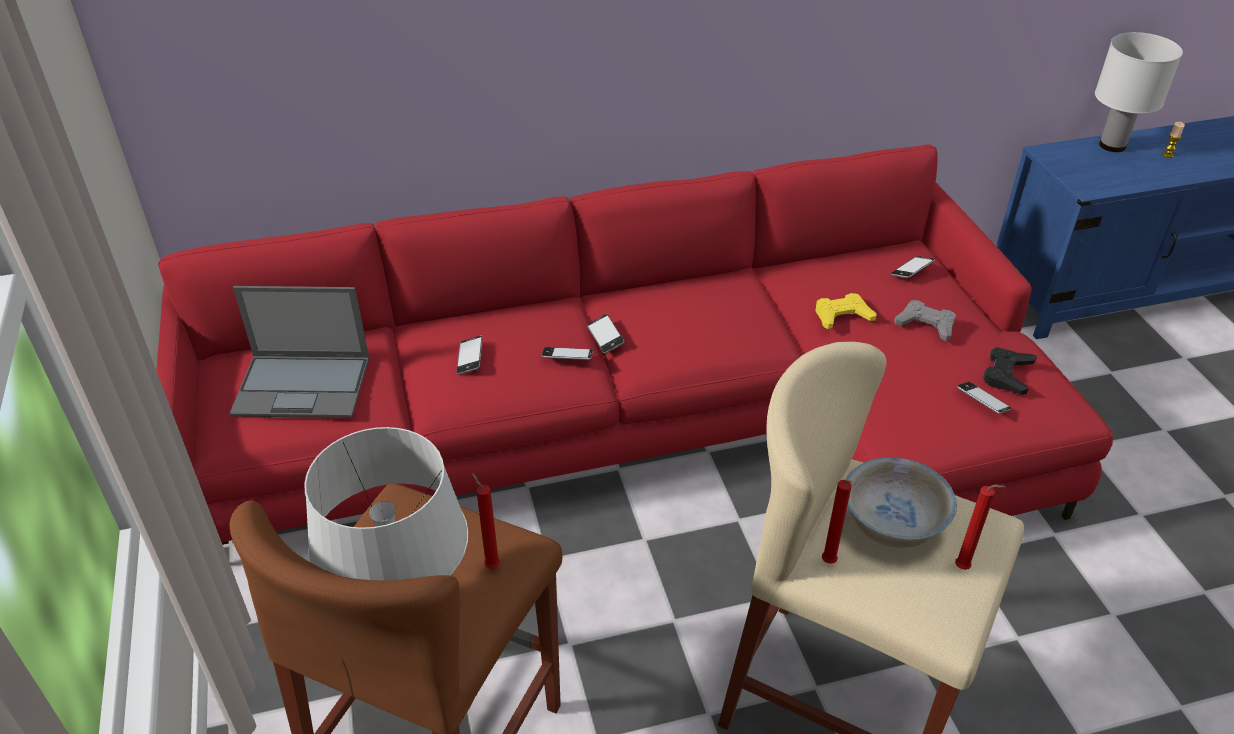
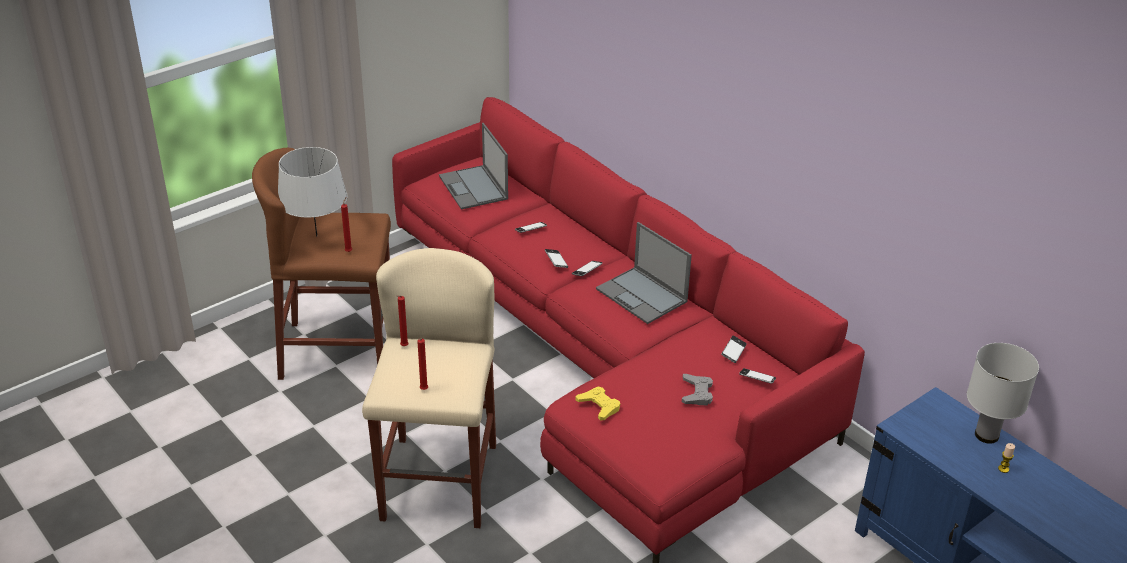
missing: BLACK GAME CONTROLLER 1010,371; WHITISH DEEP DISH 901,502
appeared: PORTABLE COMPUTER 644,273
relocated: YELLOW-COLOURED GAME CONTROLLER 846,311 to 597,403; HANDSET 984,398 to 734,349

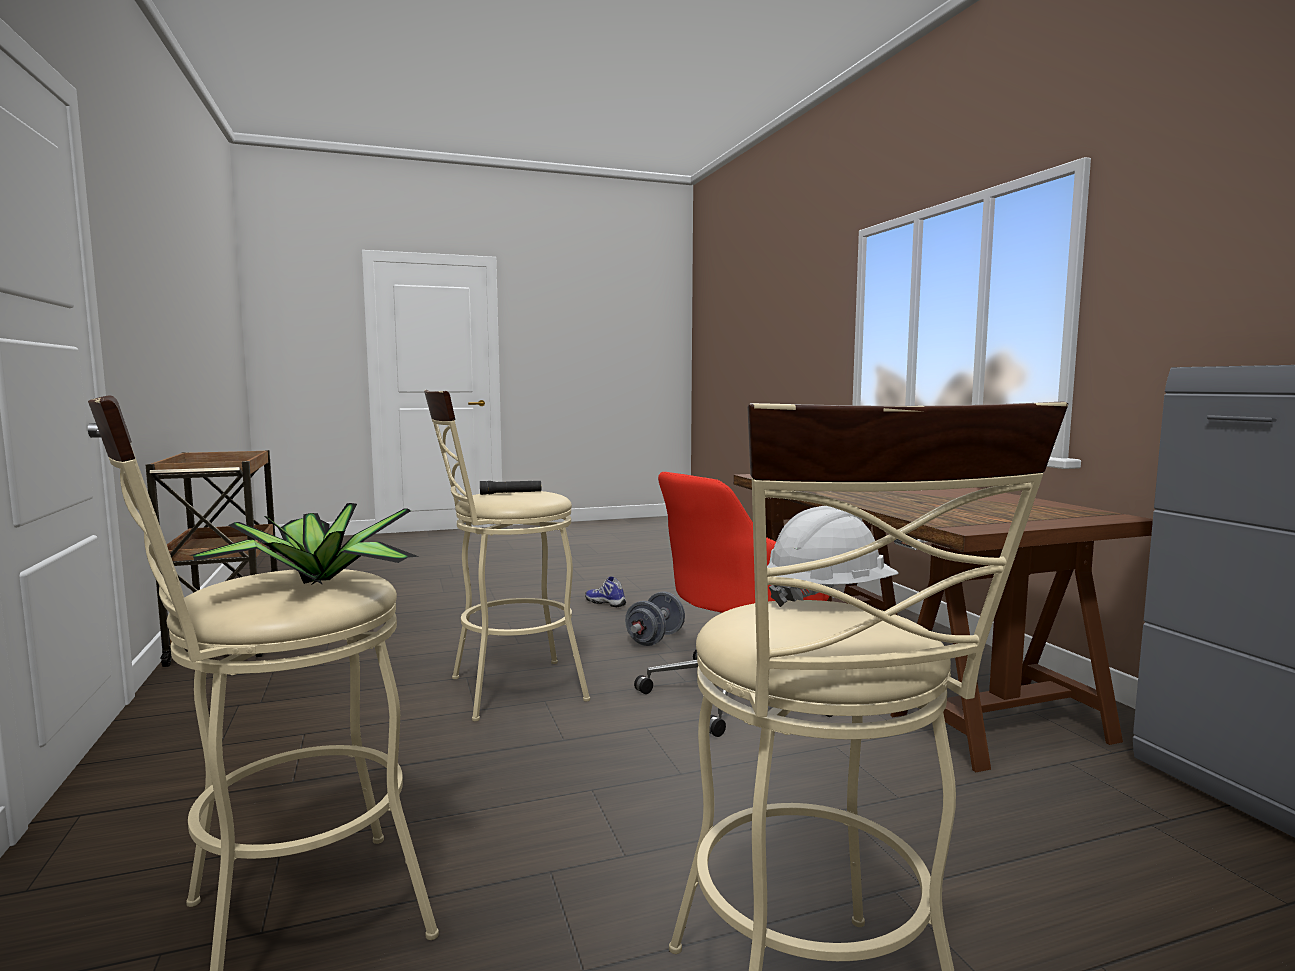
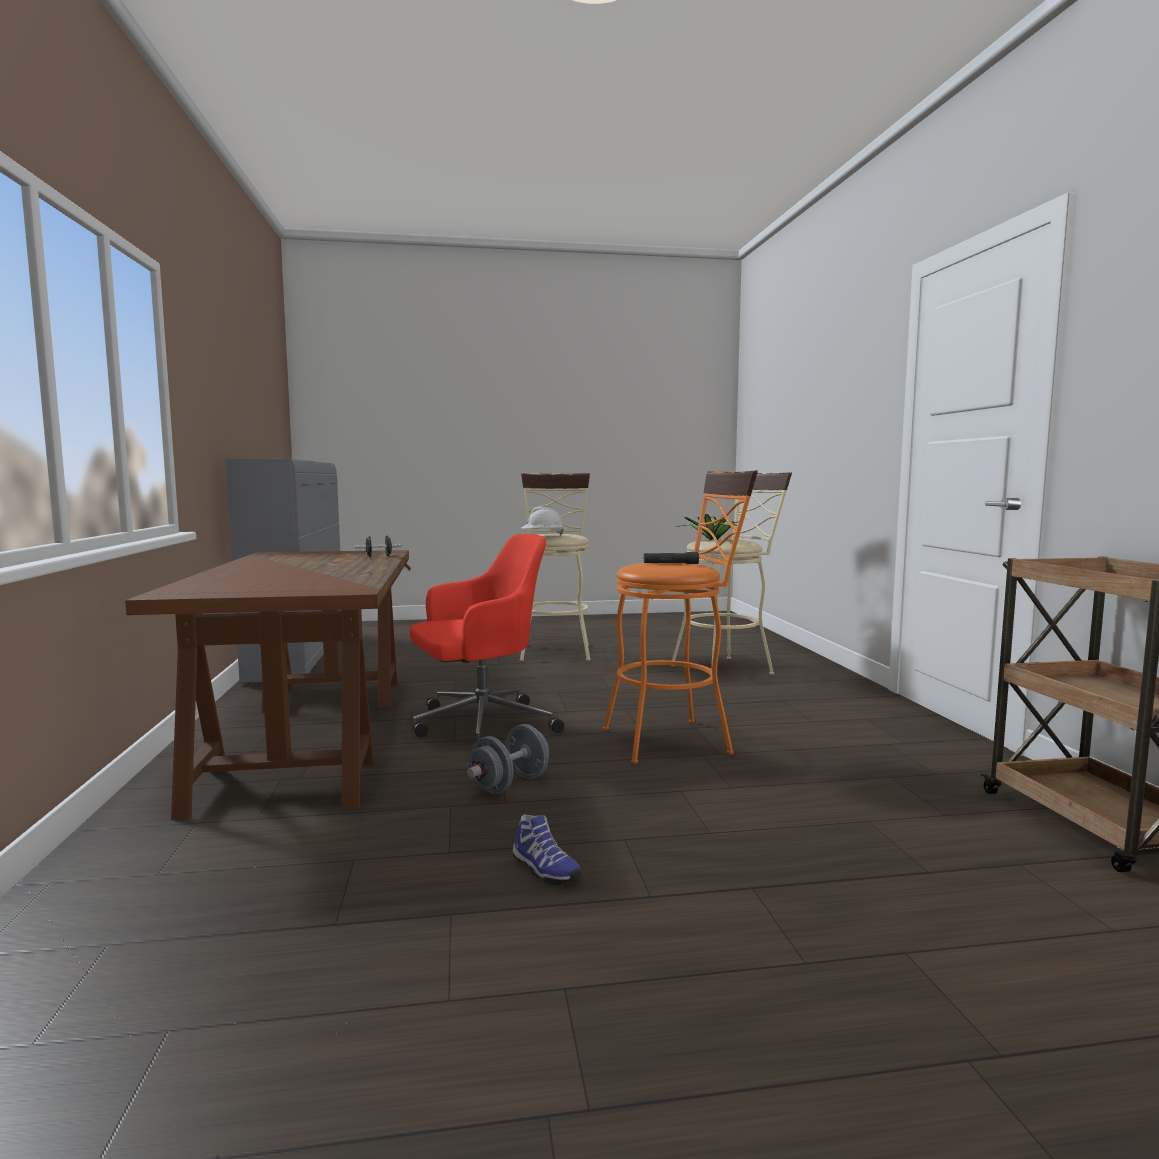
appeared: BLACK HAND WEIGHT 378,546
colour: BEIGE-COLOURED STOOL 507,555 to ORANGE-COLOURED STOOL 680,617

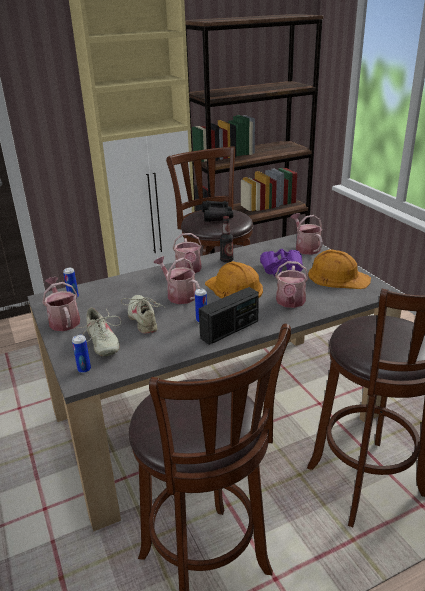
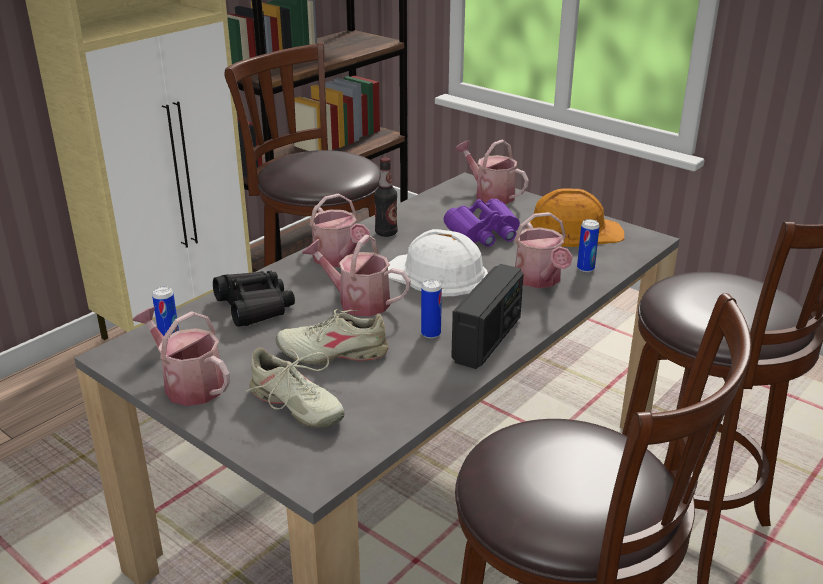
relocated: BLACK FIELD GLASSES 217,211 to 254,299; SEALED CAN 81,354 to 588,245
colour: ORANGE-COLOURED SAFETY HELMET 234,280 to WHITISH SAFETY HELMET 438,262
spun: BEIGE-COLOURED LOW SHOE 143,314 = 332,337 45 degrees counterclockwise

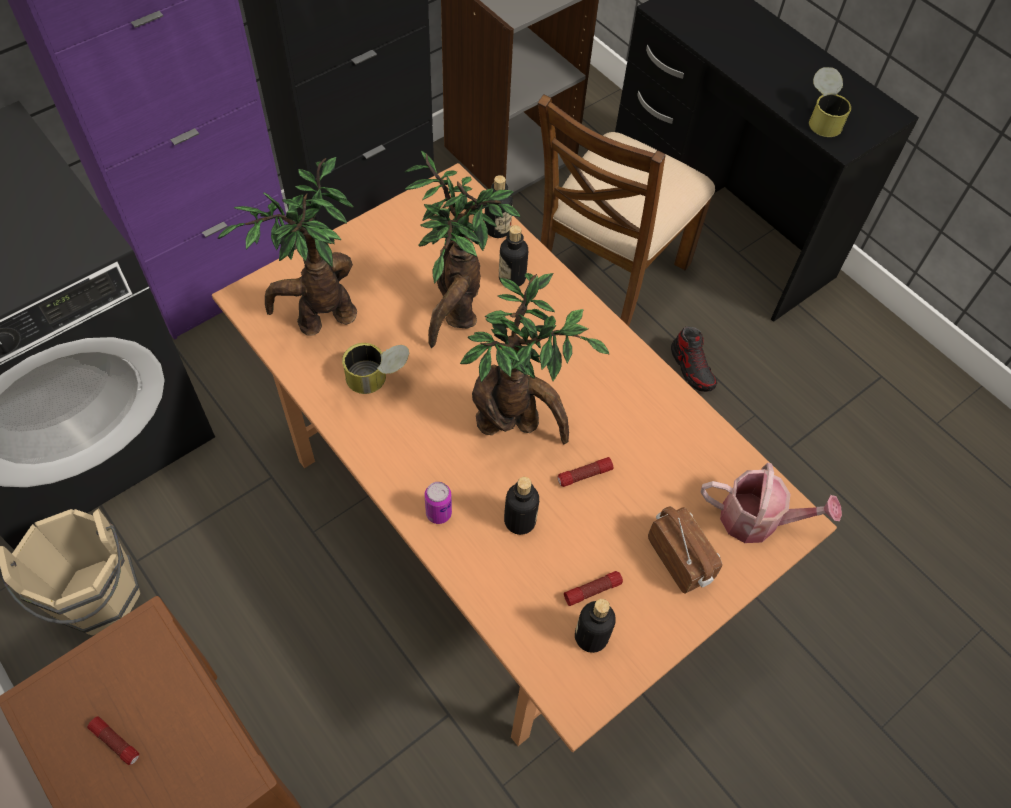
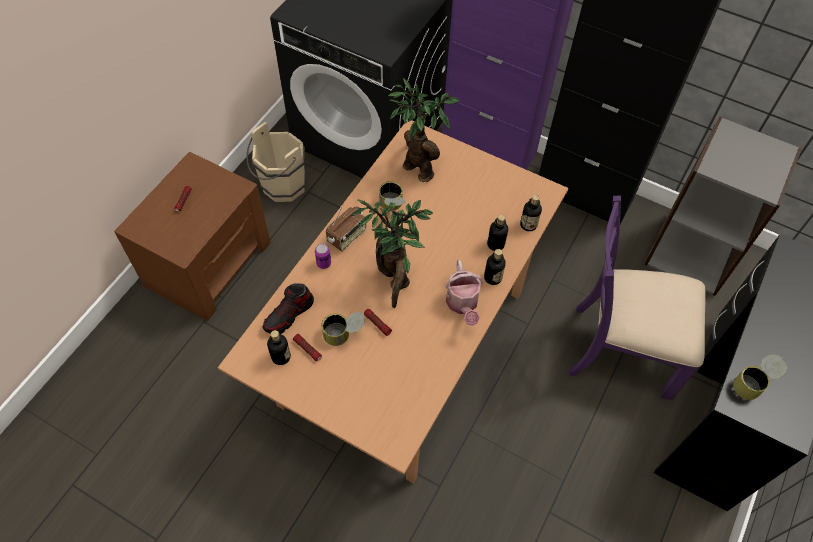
missing: POTTED PLANT 462,249
appeared: SEALED CAN 343,329
relocated: LOW SHOE 694,359 to 288,308; WATERING CAN 771,503 to 464,293; DRINK BOTTLE 521,506 to 495,267; RADIO 685,550 to 346,226
colour: BROWN UPRIGHT CHAIR 626,210 to PURPLISH UPRIGHT CHAIR 637,298

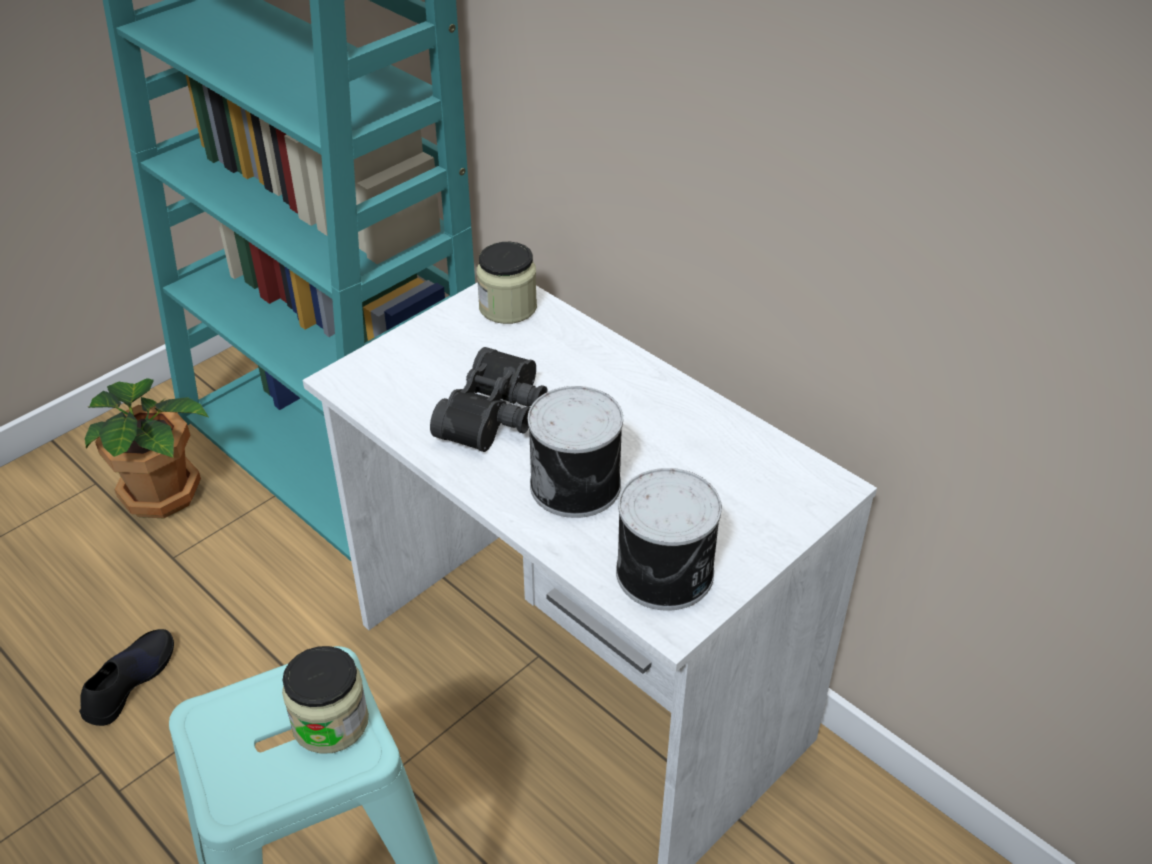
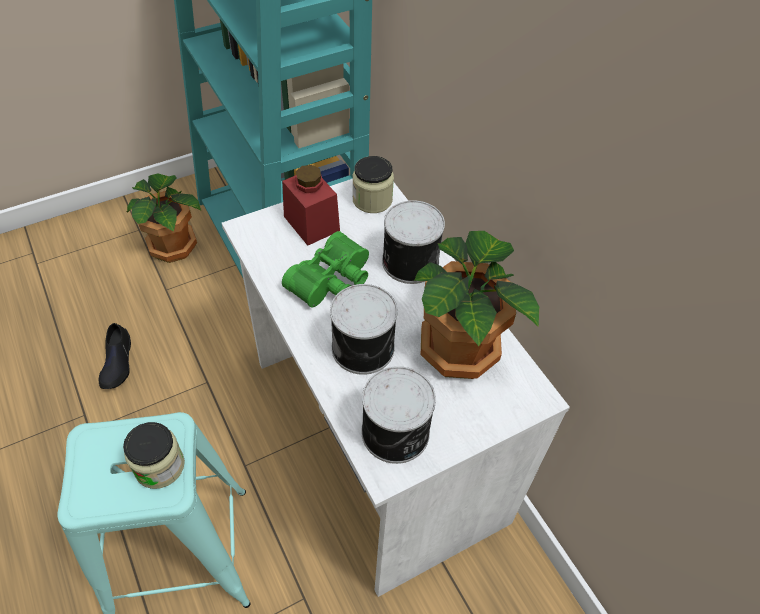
appeared: RED JAR 311,205; SEALED CAN 413,242; POTTED PLANT 476,305
colour: BLACK FIELD GLASSES 488,399 to GREENISH FIELD GLASSES 325,269
spun: BLACK LOW SHOE 126,677 = 115,356 135 degrees clockwise

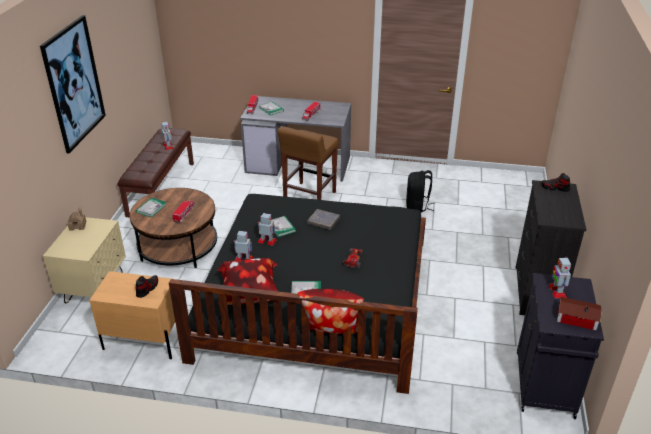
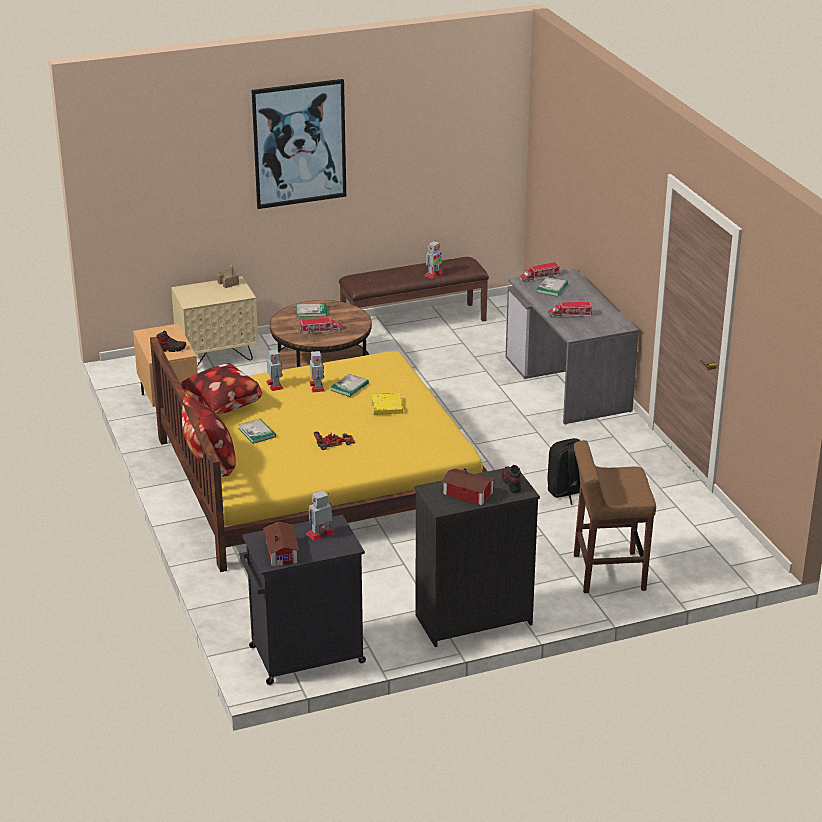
appeared: TOY HOUSE 468,486
relocated: BROWN STOOL 307,163 to 615,516
colour: BLACK BED 297,294 to YELLOW-COLOURED BED 318,454; GREY BOOK 323,219 to YELLOW-COLOURED BOOK 387,404

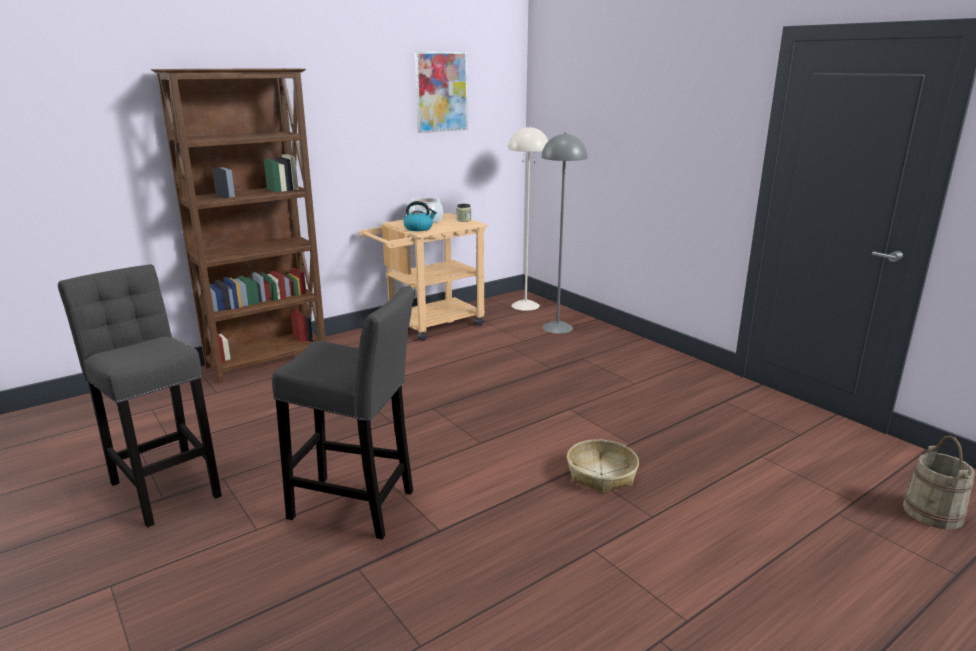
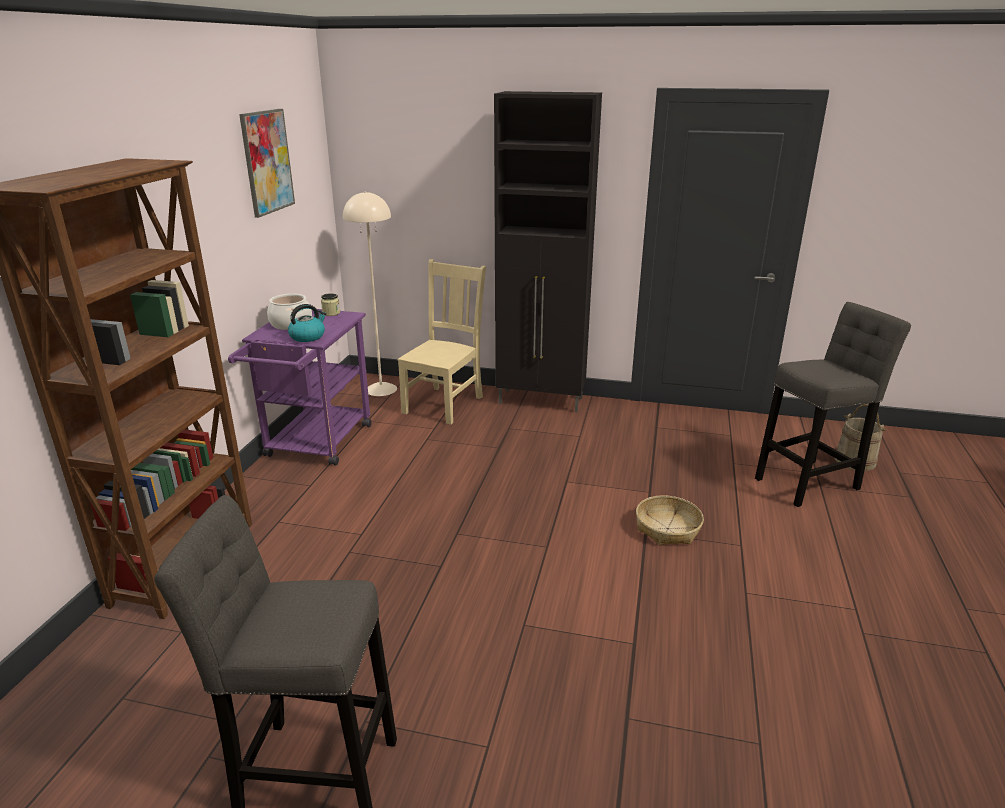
appeared: BLACK STORAGE CABINET 548,251
relocated: GREY STOOL 343,413 to 833,404
exchanged: GREY FLOOR LAMP 564,233 to BEIGE-COLOURED UPRIGHT CHAIR 442,342
colour: BEIGE-COLOURED TROLLEY 423,277 to PURPLISH TROLLEY 300,387

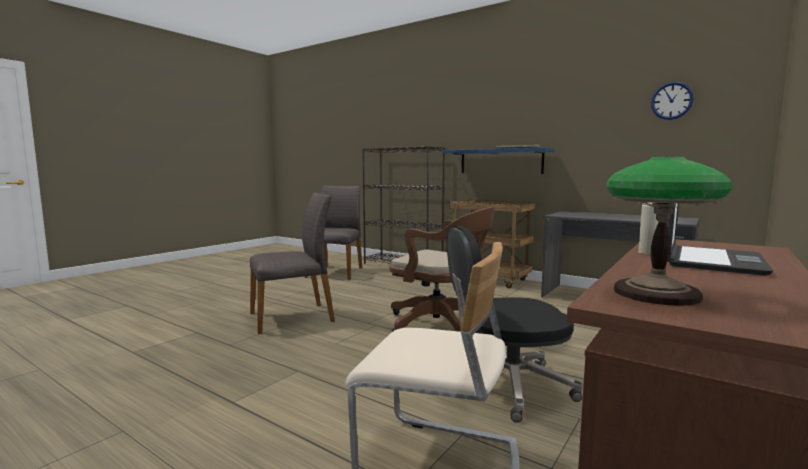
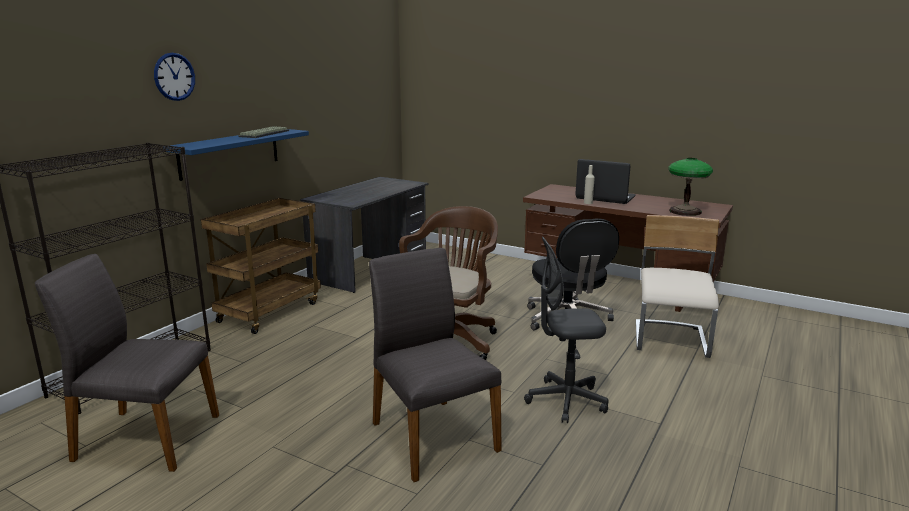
appeared: GREY OFFICE CHAIR 566,329
relocated: CLOCK ON THE WALL 672,101 to 174,77

